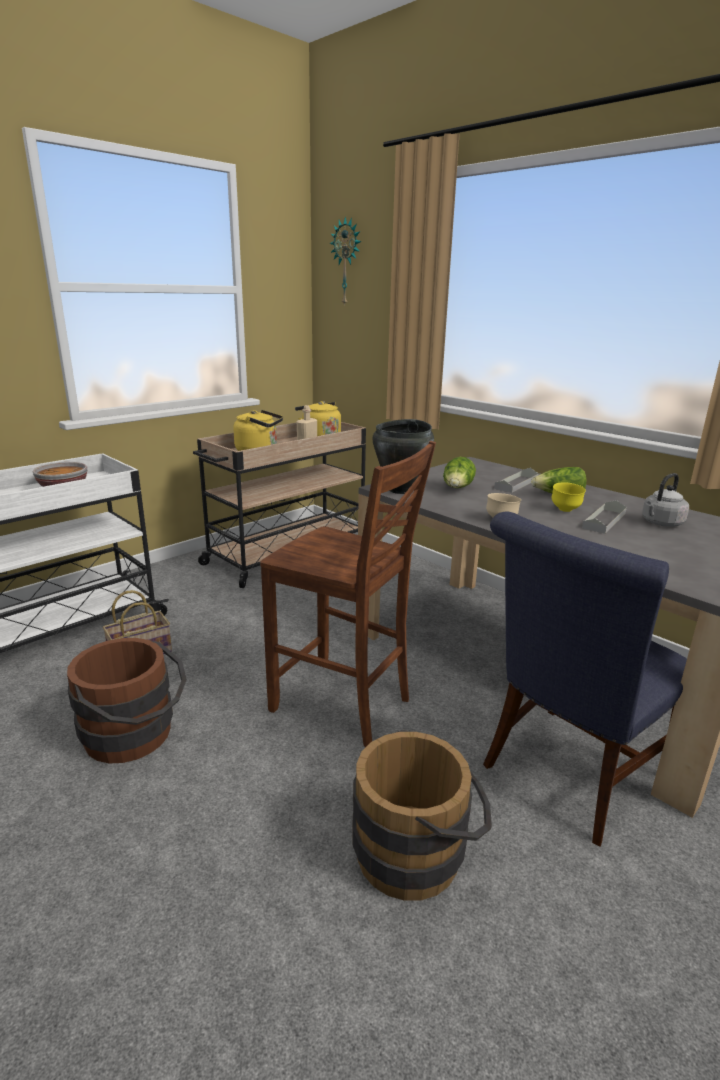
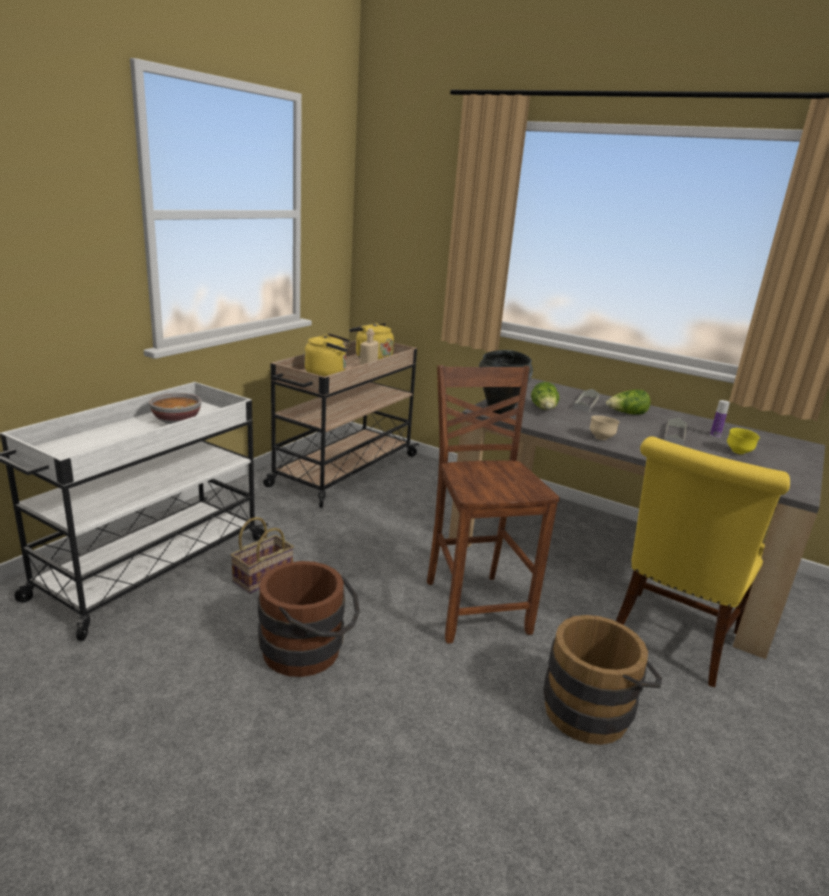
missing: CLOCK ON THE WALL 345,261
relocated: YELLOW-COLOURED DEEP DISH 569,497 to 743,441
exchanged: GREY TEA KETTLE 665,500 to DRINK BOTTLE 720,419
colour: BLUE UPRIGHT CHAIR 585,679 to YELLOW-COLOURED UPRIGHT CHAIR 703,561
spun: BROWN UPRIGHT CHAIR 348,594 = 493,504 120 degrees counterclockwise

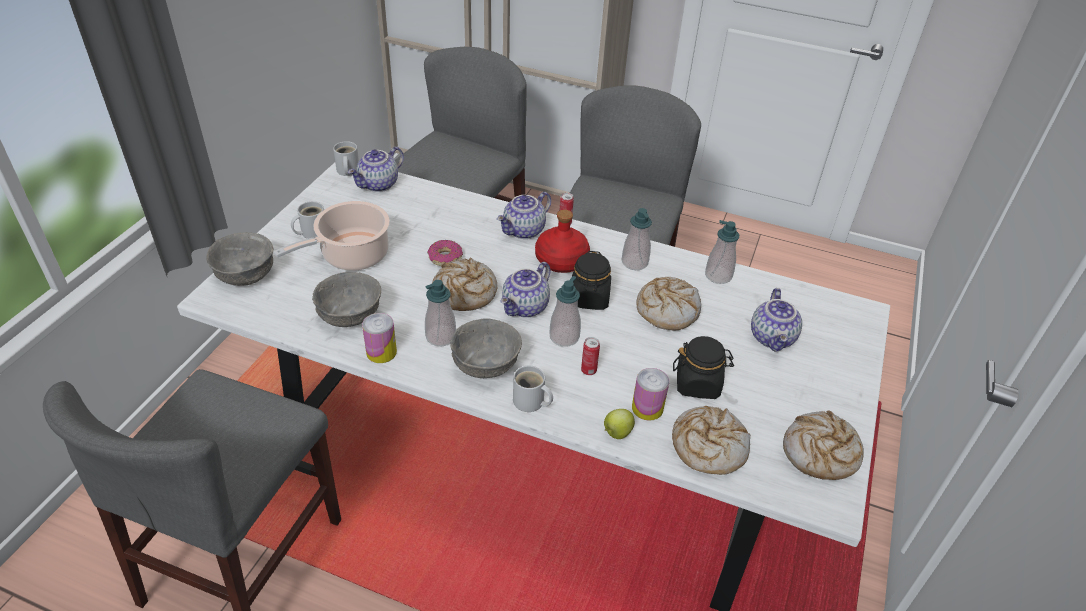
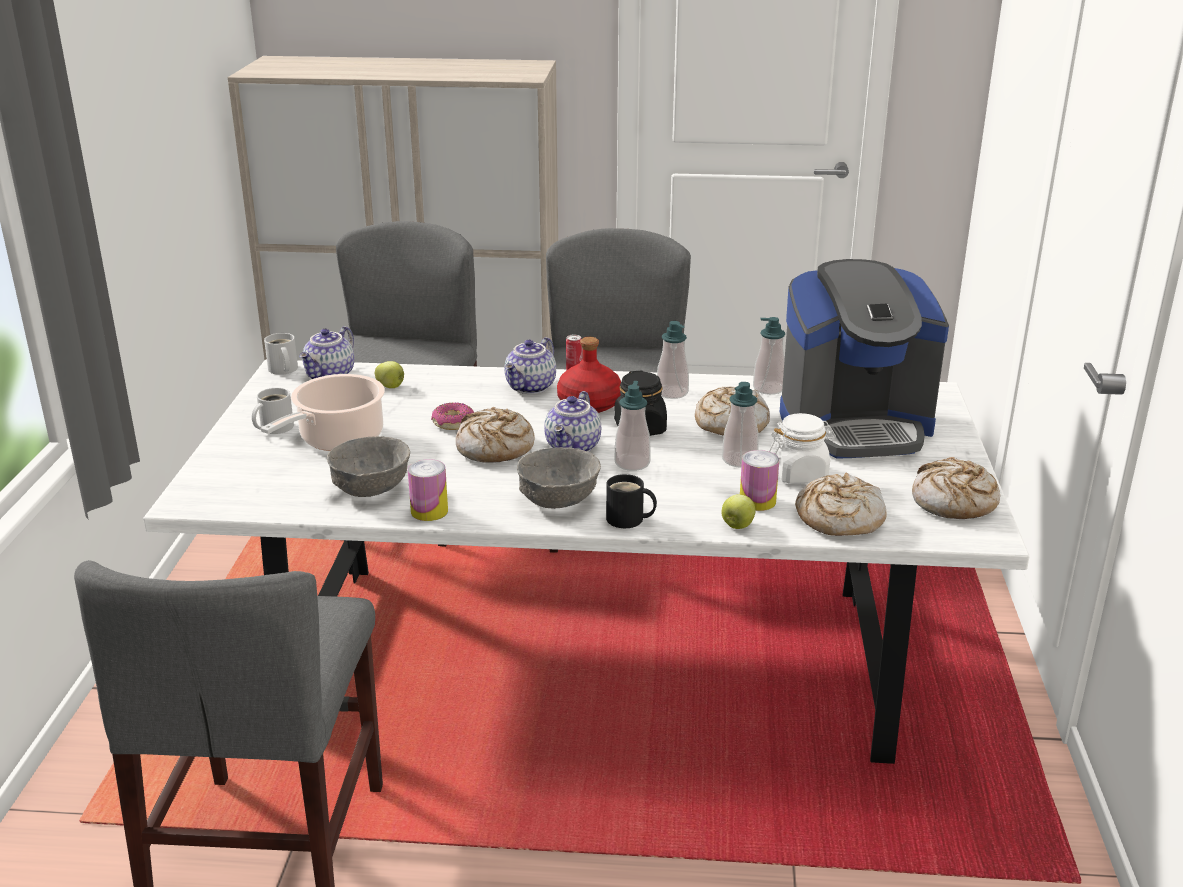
missing: GREY DEEP DISH 239,259; SEALED CAN 590,356
appeared: WHOLE APPLE 389,374
relocated: SOAP BOTTLE 440,313 to 740,424
exchanged: TEA POT 776,320 to COFFEE MAKER 864,359
colour: BLACK JAR 703,367 to WHITISH JAR 802,448; WHITISH TEA MUG 533,389 to BLACK TEA MUG 631,501

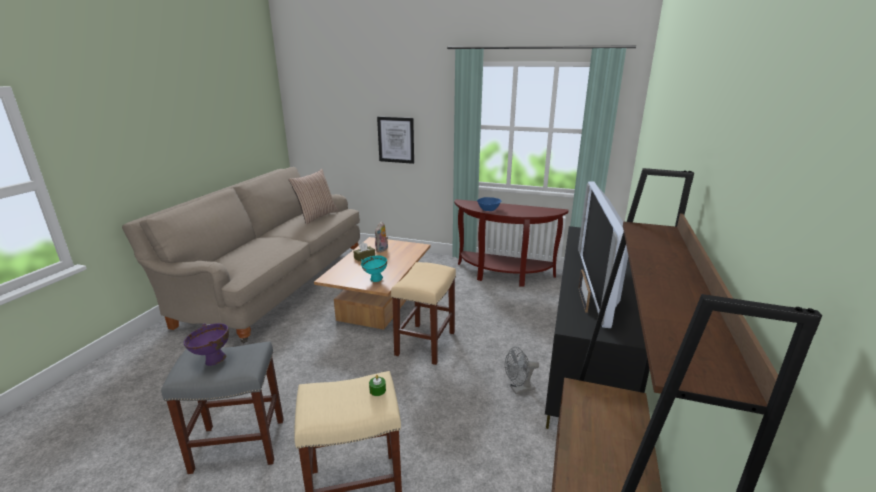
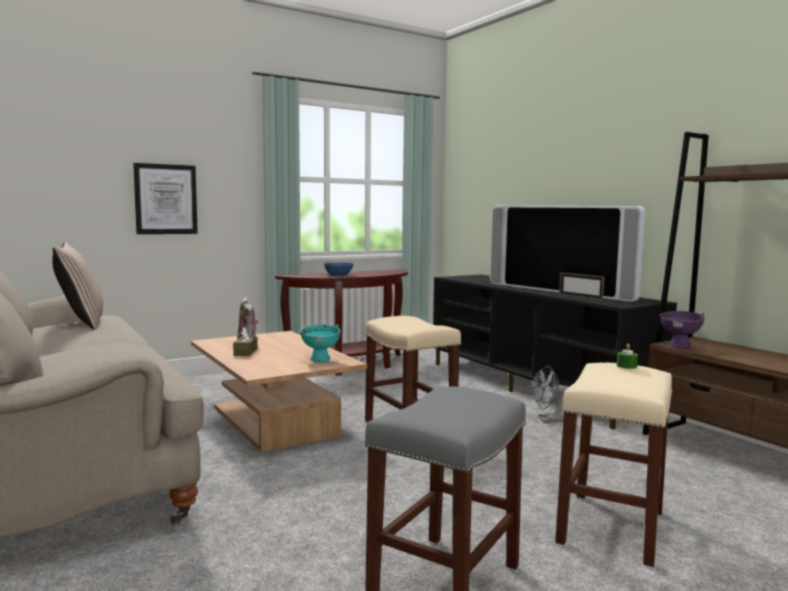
relocated: PURPLISH DEEP DISH 206,344 to 682,329
spun: GREY FAN 522,370 = 550,394 60 degrees clockwise

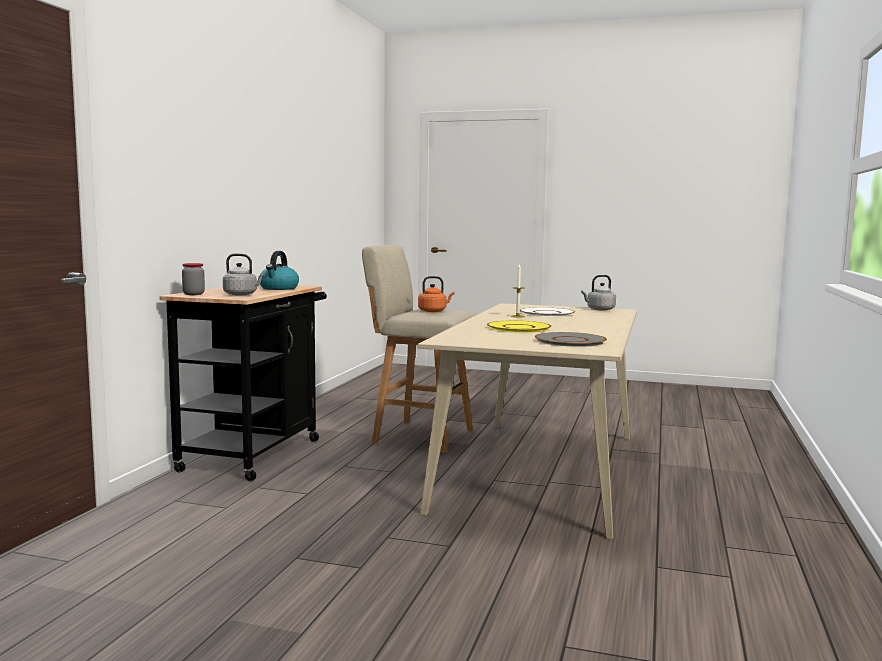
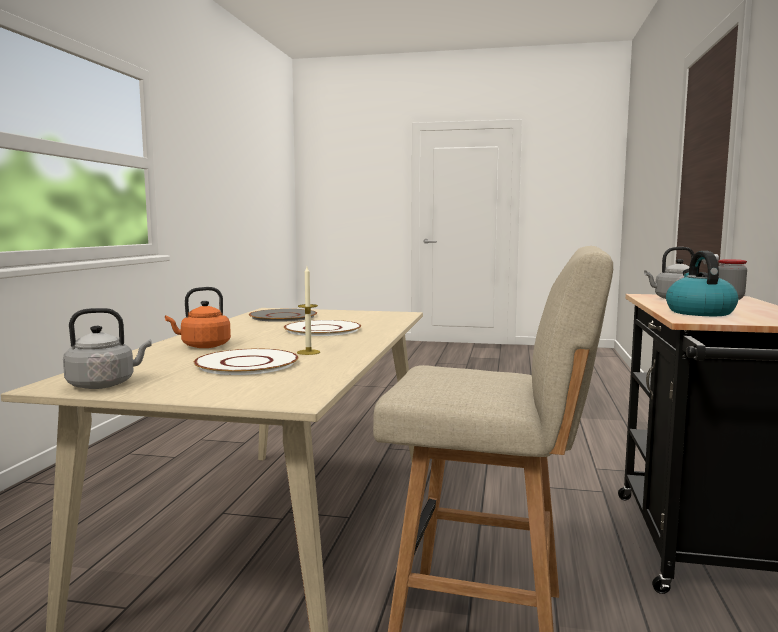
relocated: ORANGE-COLOURED TEA KETTLE 436,294 to 198,317
colour: YELLOW-COLOURED FLAT DISH 519,327 to WHITISH FLAT DISH 322,328

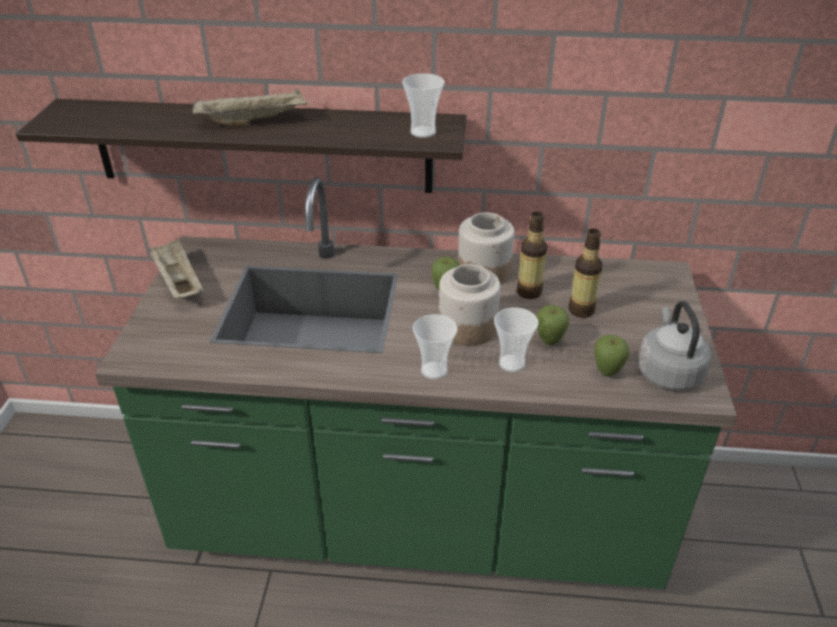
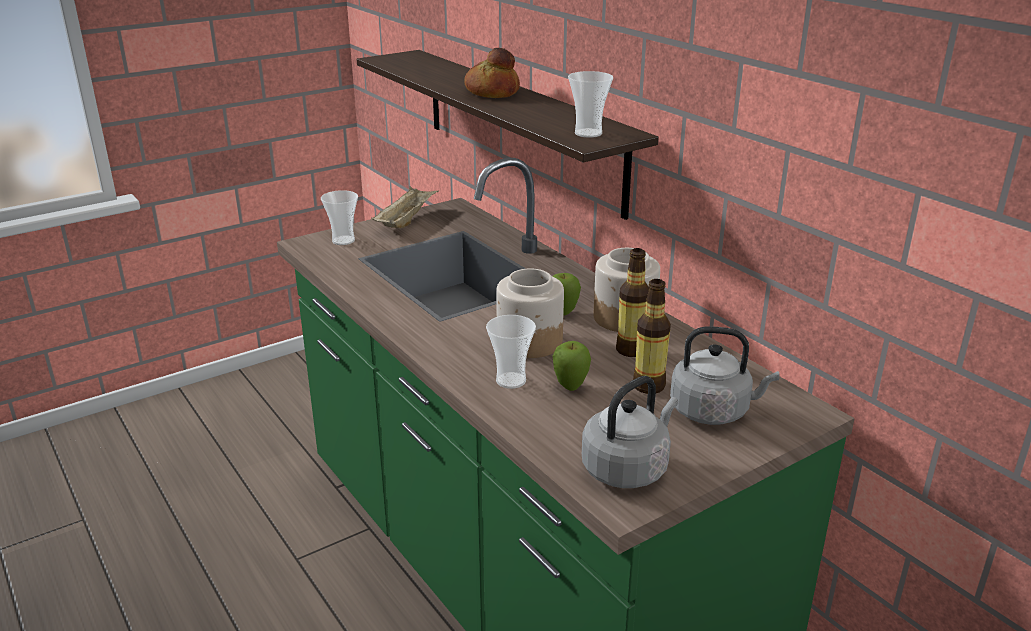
missing: WHOLE APPLE 611,356
appeared: GREY TEA KETTLE 725,375
relocated: SMALL CUP 435,347 to 339,217
exchanged: BEIGE-COLOURED SERVING TRAY 249,107 to BAKED BREAD 492,73

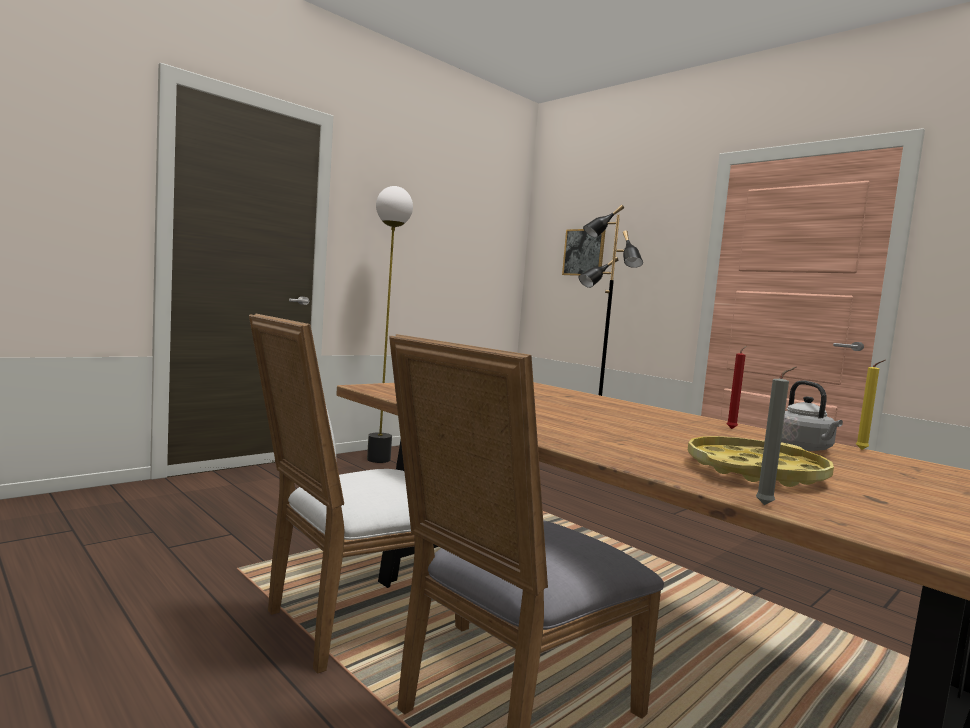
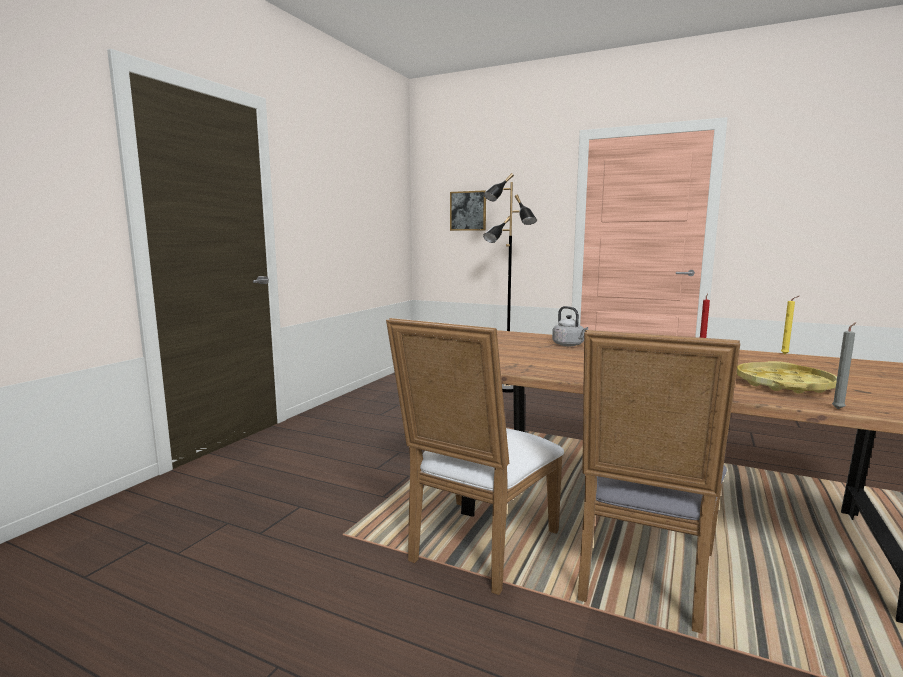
missing: FLOOR LAMP 390,324
relocated: GREY TEA KETTLE 812,415 to 570,326

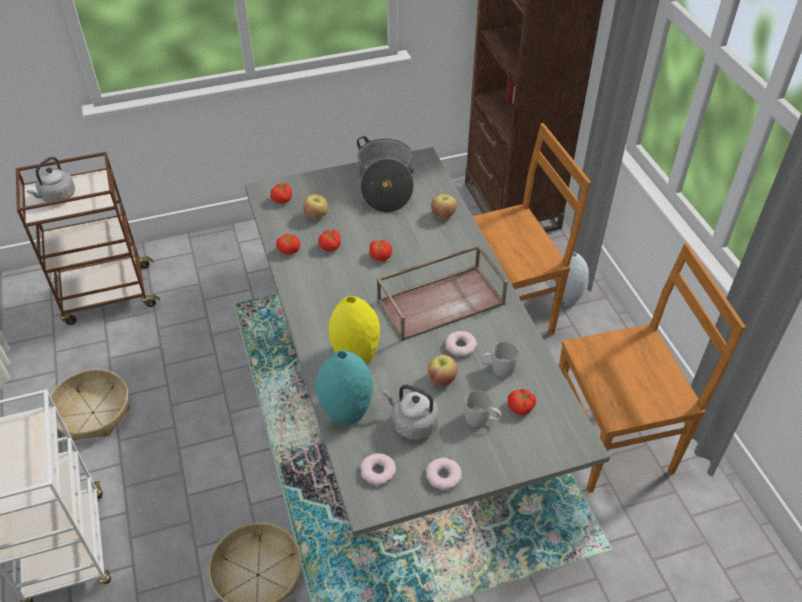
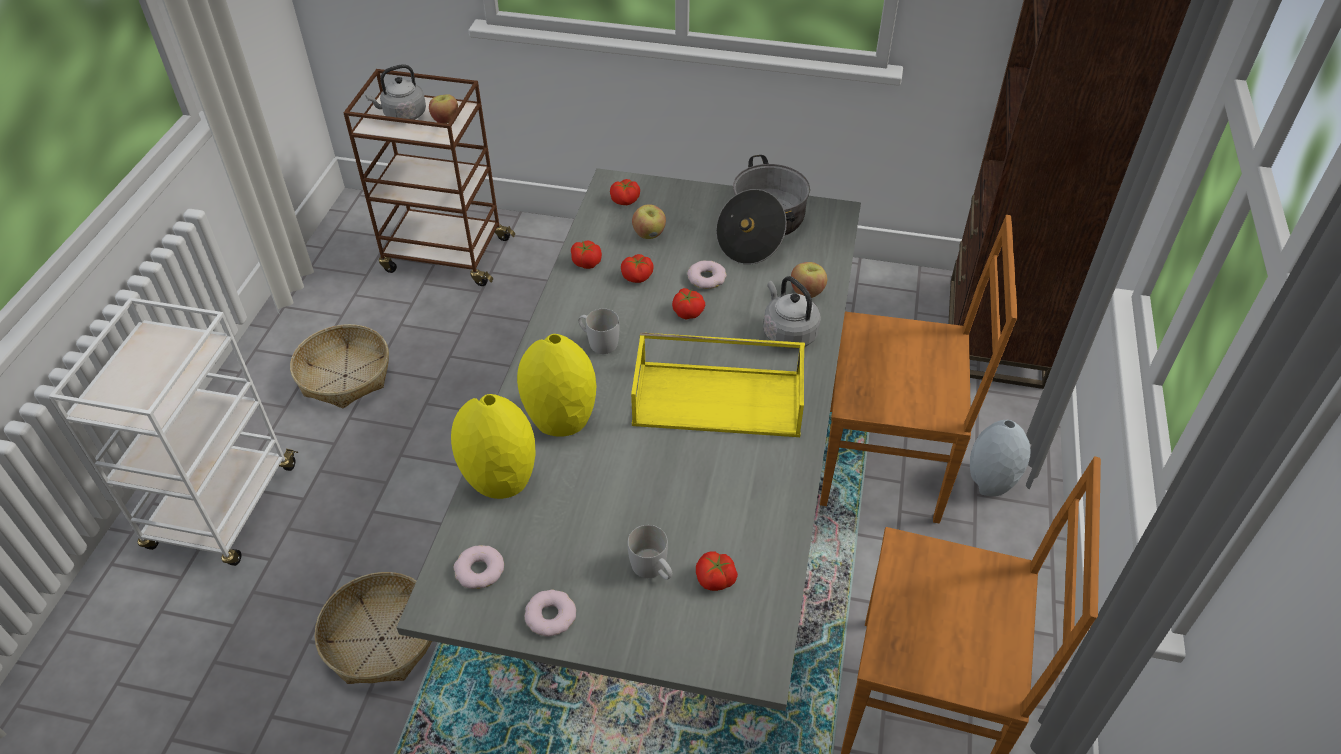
relocated: DONUT 461,343 to 707,275; WHITISH TEA MUG 500,359 to 598,331; WHOLE APPLE 443,370 to 443,109; GREY TEA KETTLE 411,412 to 792,312
colour: BROWN SERVING TRAY 442,292 to YELLOW-COLOURED SERVING TRAY 718,384; TURQUOISE DECORATIVE VASE 344,387 to YELLOW-COLOURED DECORATIVE VASE 493,446

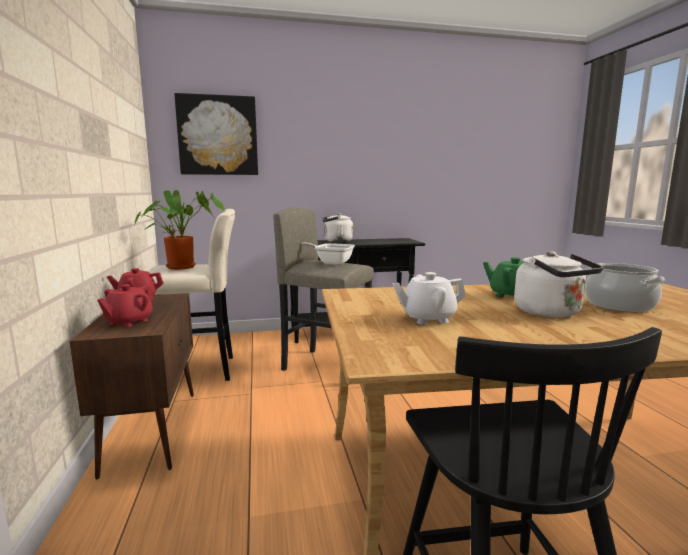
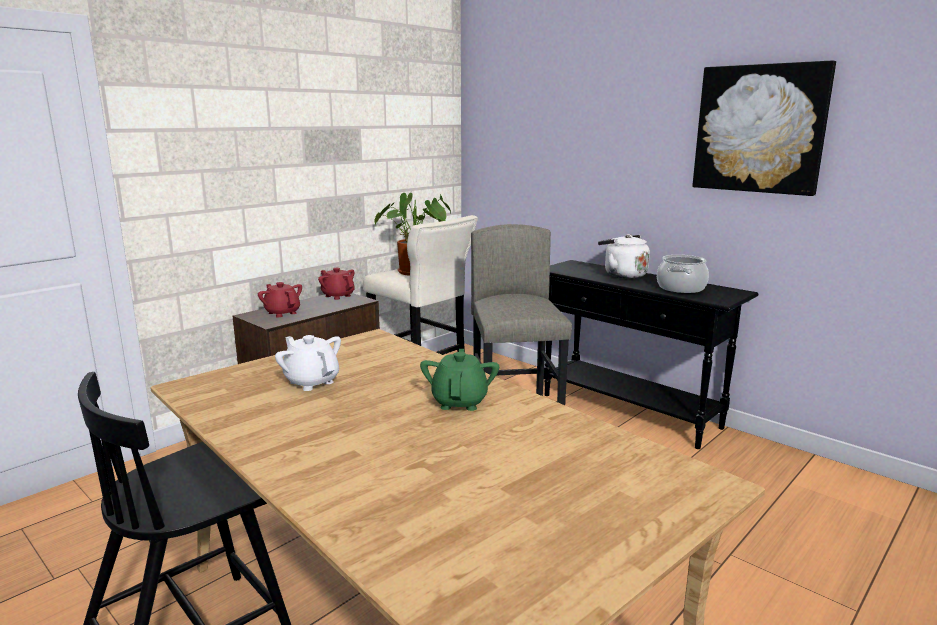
missing: PAN 328,254; WHITISH TEA KETTLE 558,284
relocated: WALL ART 216,134 to 764,128; COOKING POT 625,287 to 683,274
spun: RED TEA POT 125,305 = 280,299 60 degrees clockwise

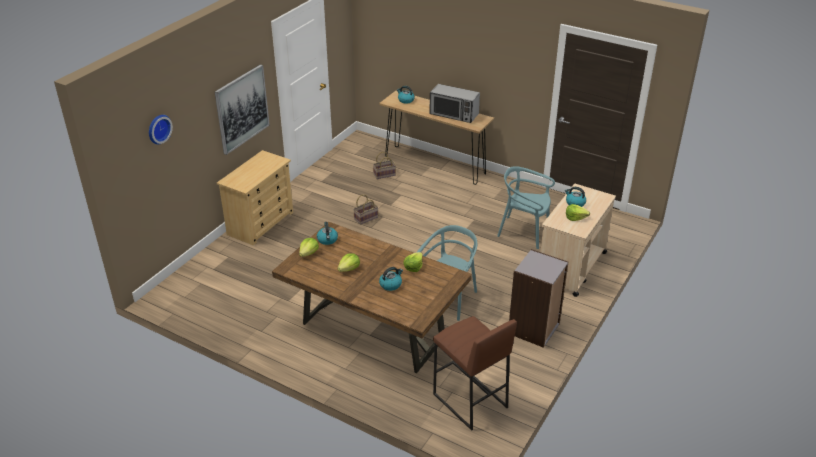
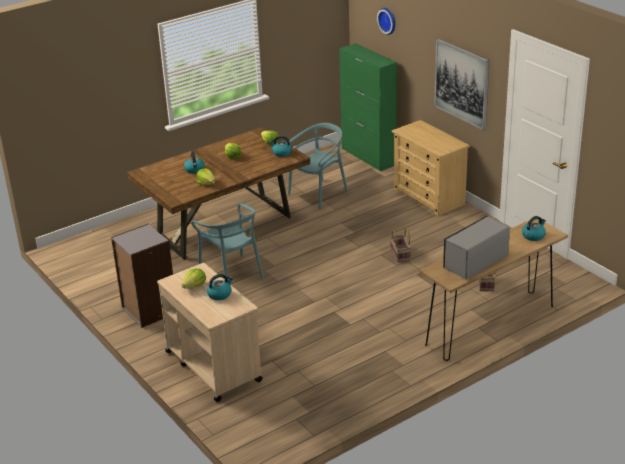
missing: BROWN STOOL 475,373
appeared: GREENISH STORAGE CABINET 368,107
relocated: TURQUOISE UPRIGHT CHAIR 526,207 to 318,166

